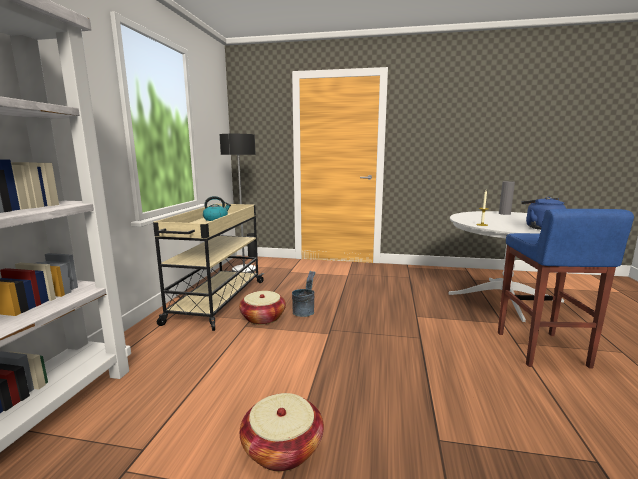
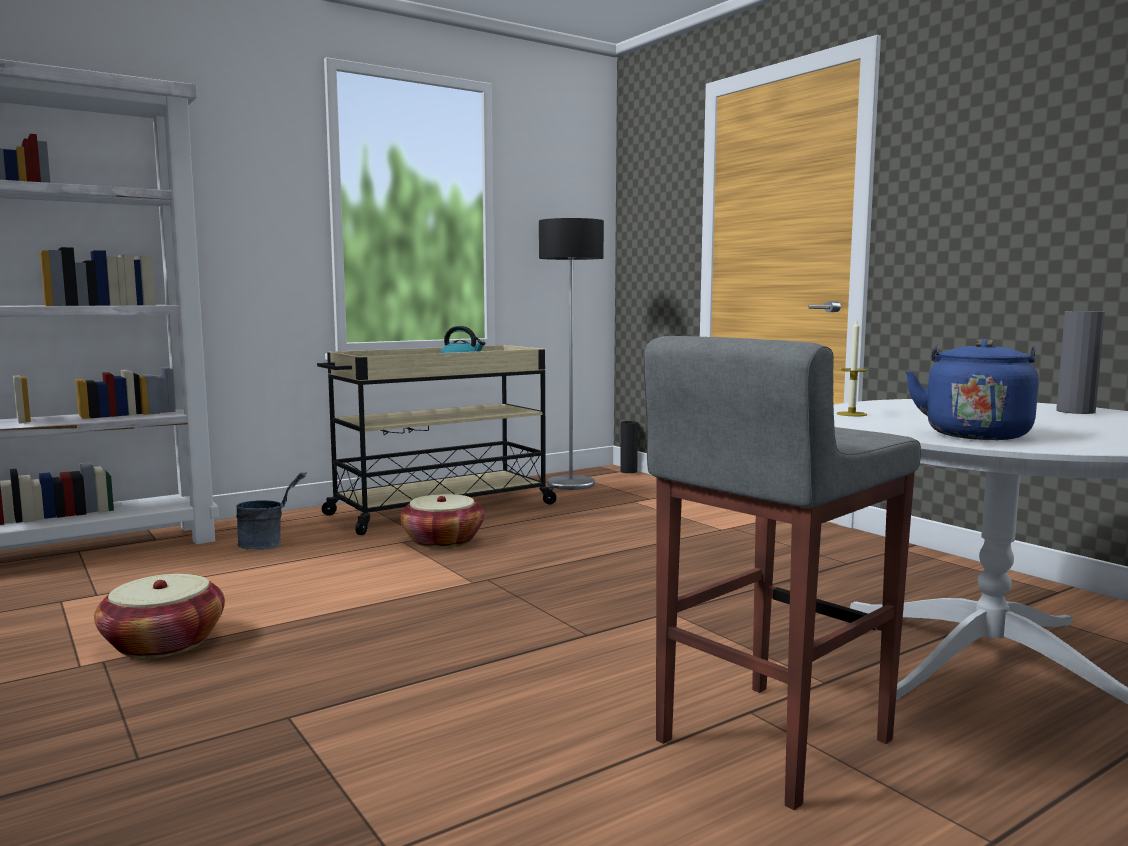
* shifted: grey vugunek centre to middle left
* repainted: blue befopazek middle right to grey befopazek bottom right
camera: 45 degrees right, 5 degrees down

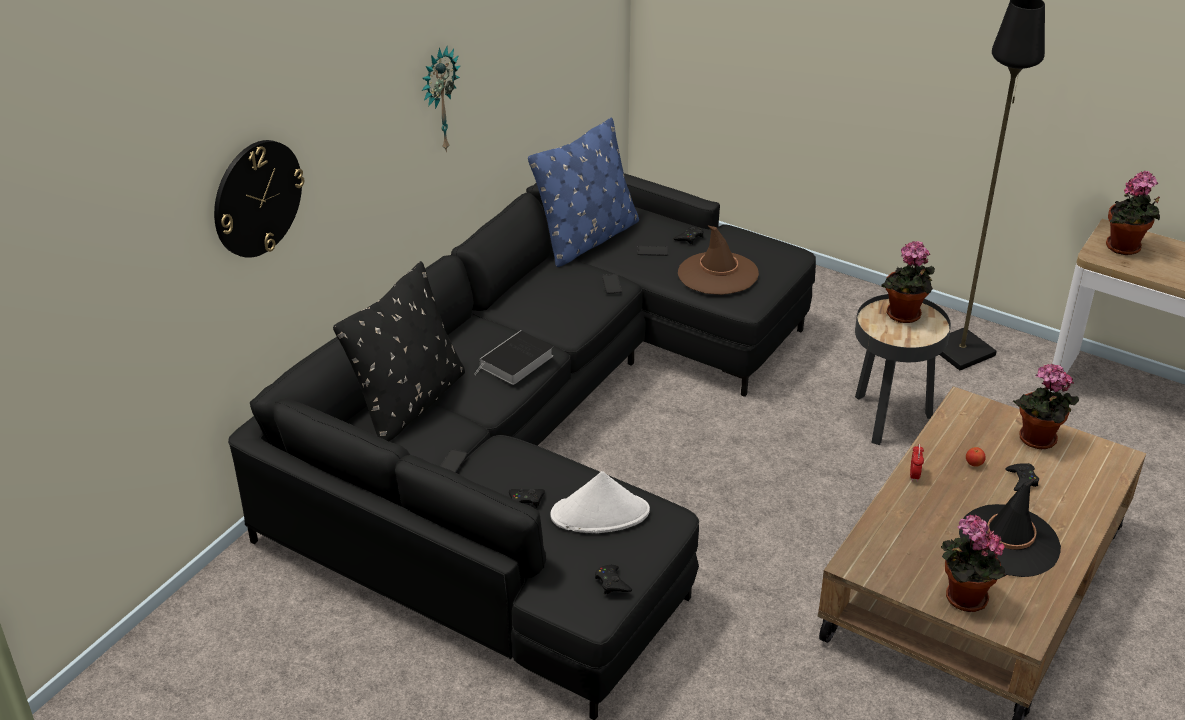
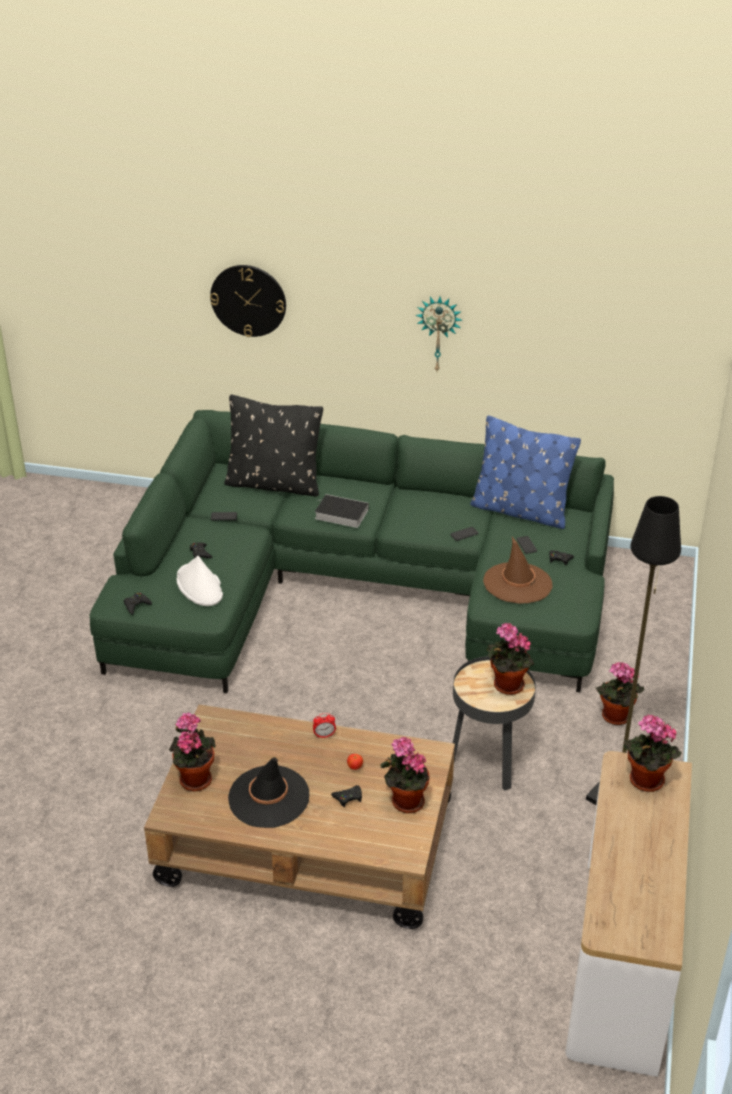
* repainted: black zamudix centre to green zamudix centre
* new: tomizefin (no. 4 from left) middle right
camera: 70 degrees right, 0 degrees up

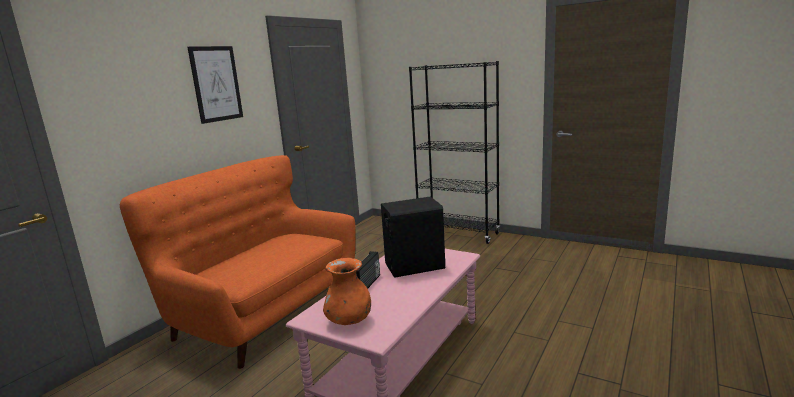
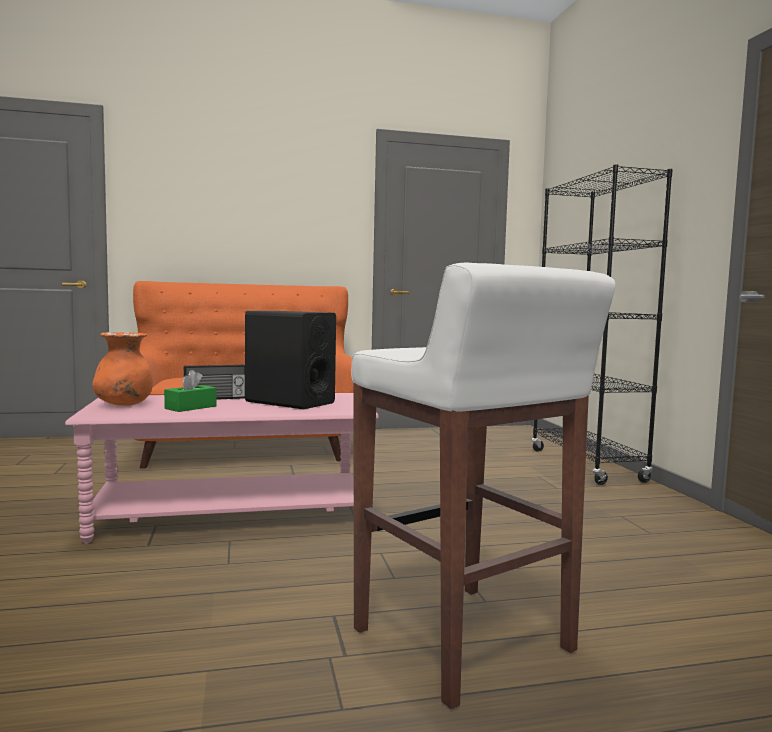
* gone: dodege top left
* new: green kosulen middle left
* new: white befopazek centre
camera: 45 degrees right, 10 degrees down

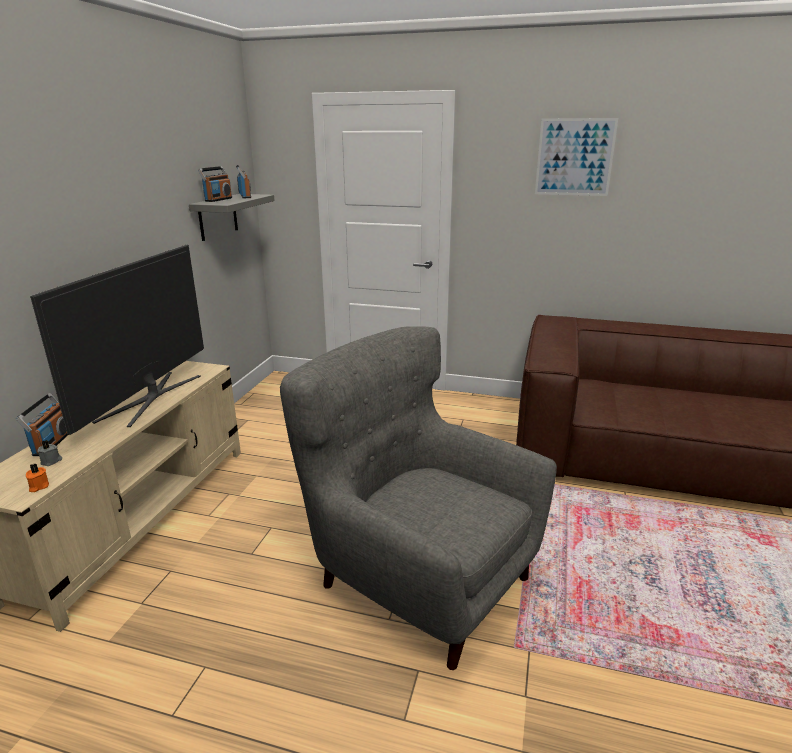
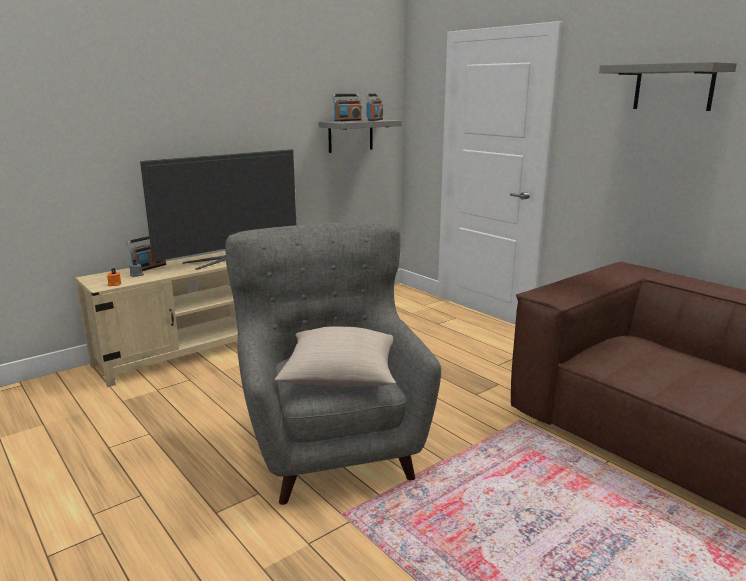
* swapped: dodege top right to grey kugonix (no. 2 from left) top right
* new: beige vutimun centre
camera: 35 degrees right, 5 degrees down

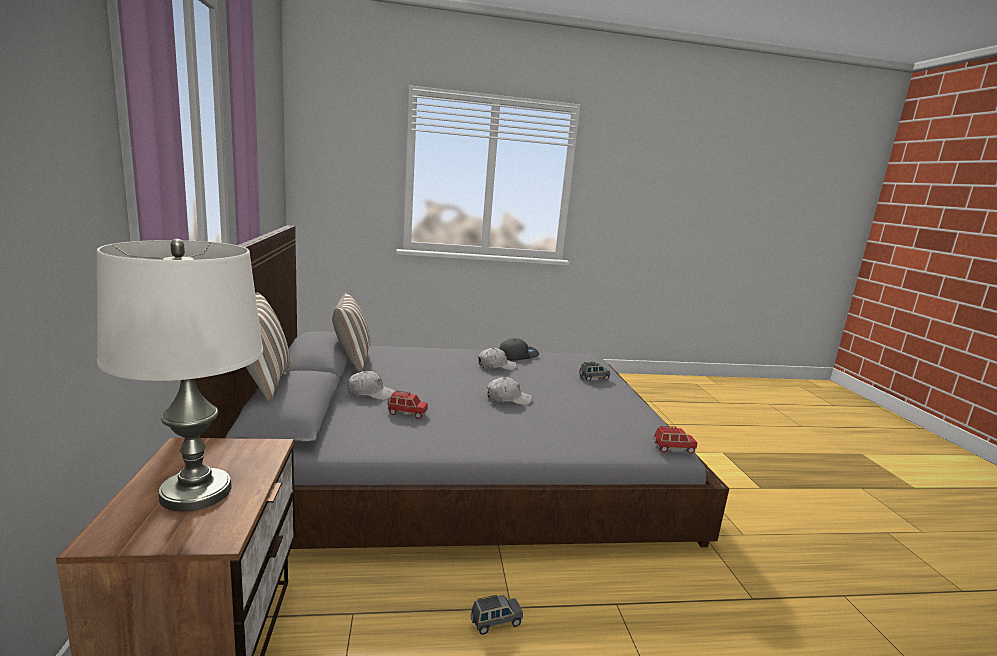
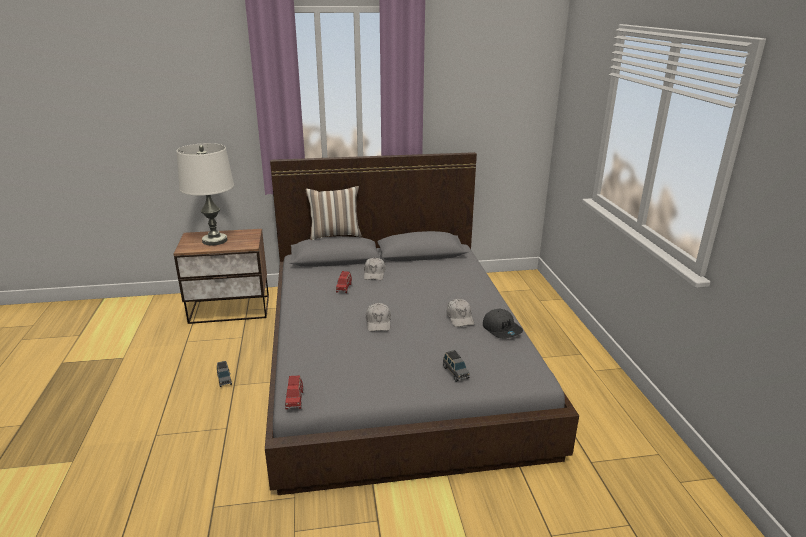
* gone: vutimun (no. 2 from left) centre
camera: 90 degrees right, 10 degrees up

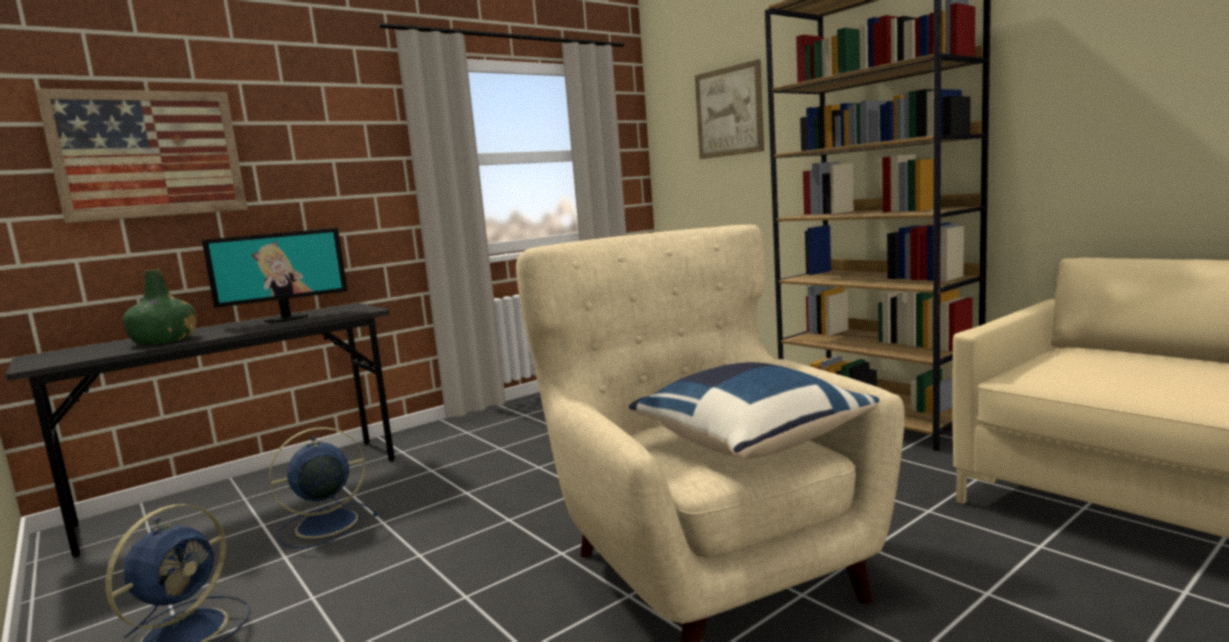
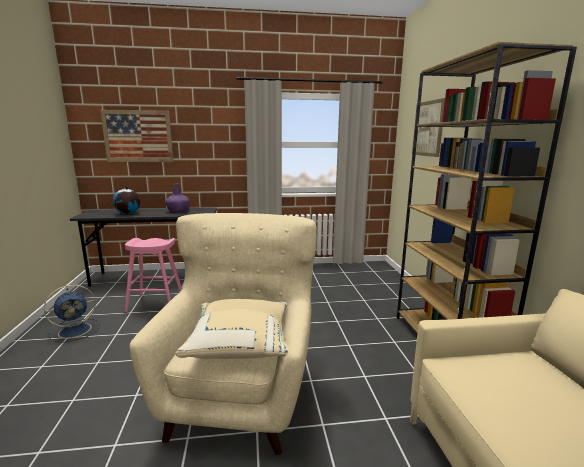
* swapped: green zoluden middle left to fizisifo middle left
* swapped: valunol middle left to purple zoluden middle left
* swapped: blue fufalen (no. 2 from left) bottom left to pink befopazek middle left
* repainted: blue vutimun centre to beige vutimun bottom centre
camera: 30 degrees right, 5 degrees up

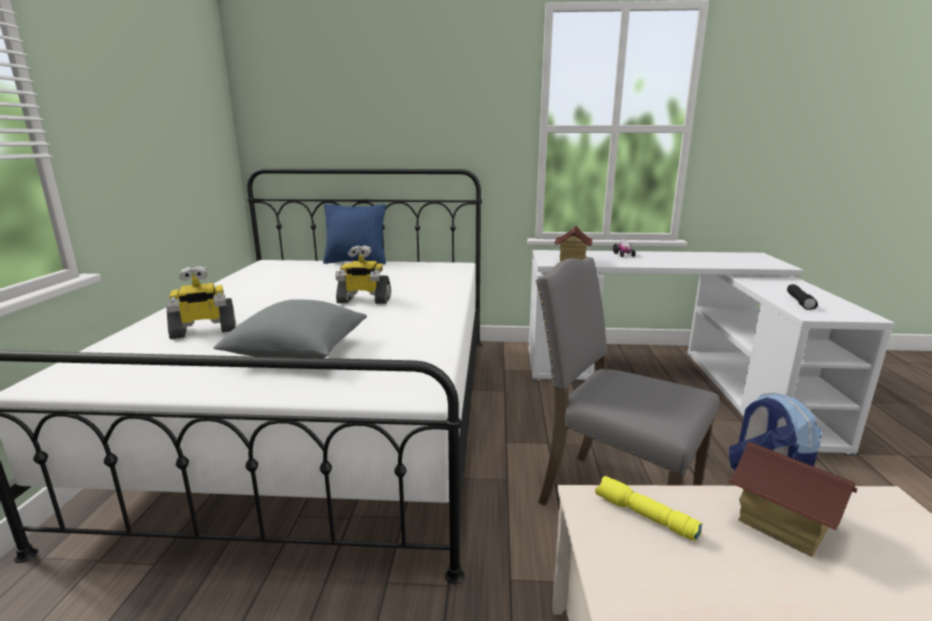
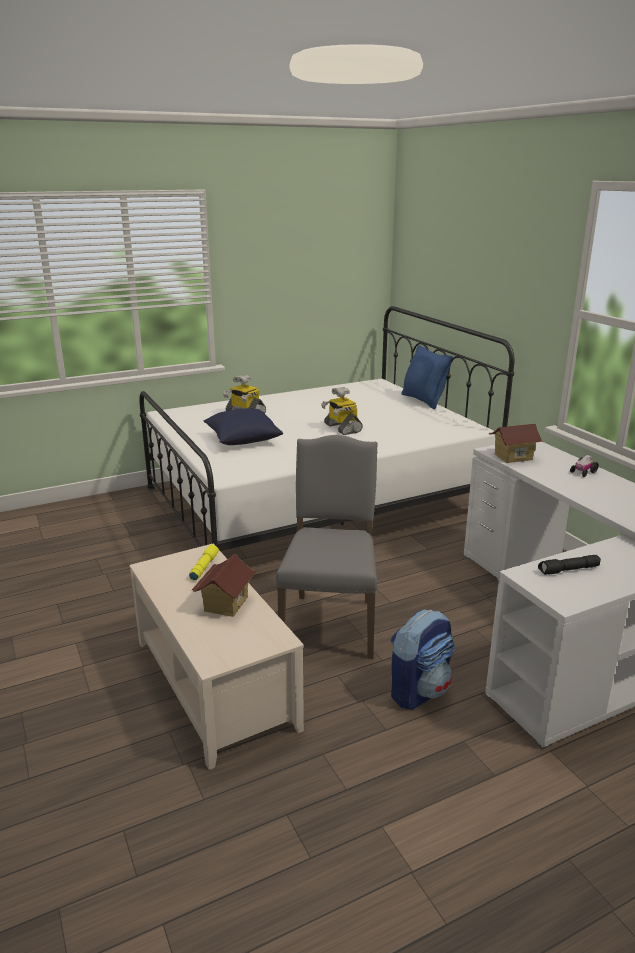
* repainted: grey vutimun middle left to blue vutimun (no. 1 from left) centre
camera: 60 degrees right, 5 degrees up

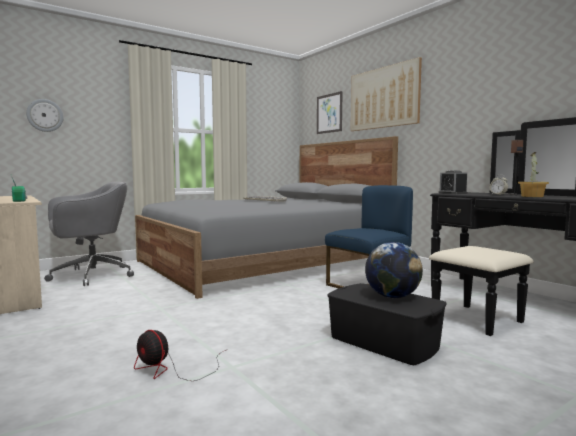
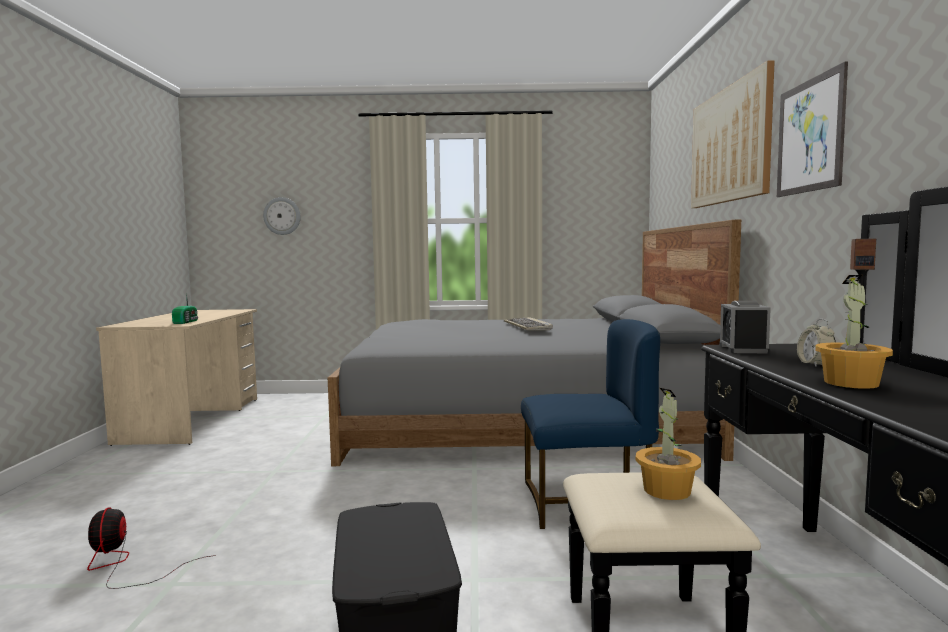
* gone: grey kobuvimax middle left
* shifted: dodege (no. 1 from left in the first image) top centre to dodege (no. 2 from left) top right
* gone: fizisifo middle right
* new: tomizefin (no. 1 from left) bottom right
camera: 35 degrees right, 0 degrees up

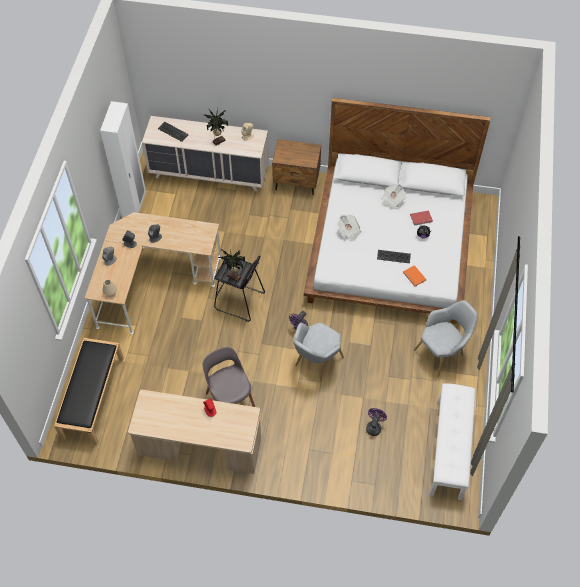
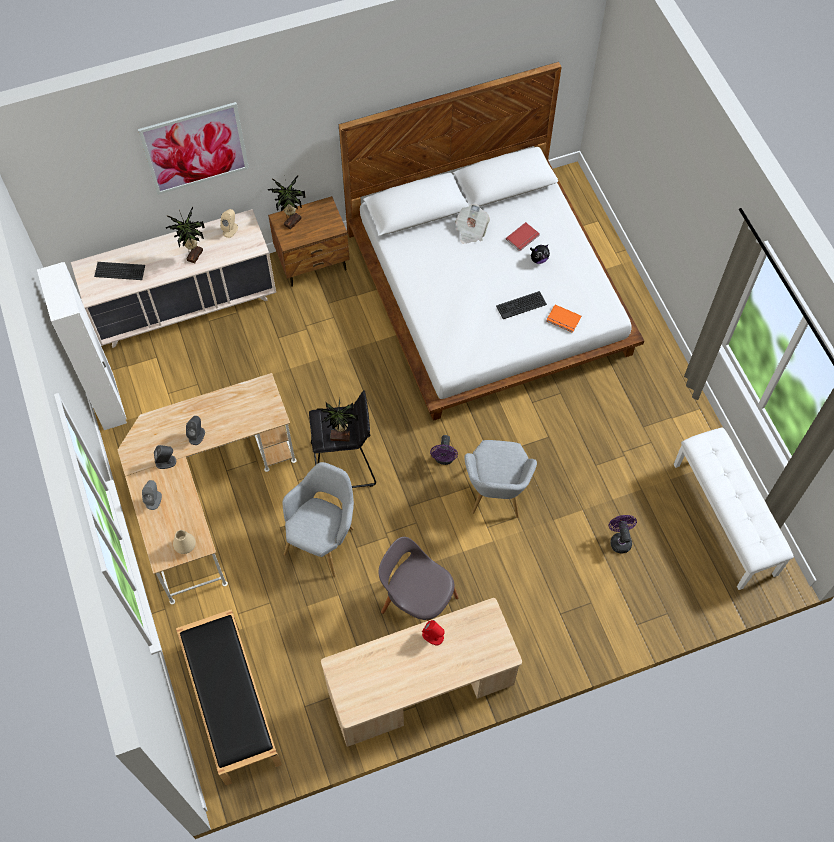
* gone: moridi (no. 1 from left) centre
* shifted: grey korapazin (no. 2 from left in the first image) middle right to grey korapazin (no. 1 from left) centre
* new: dodege top left
* new: tomizefin (no. 2 from left) top centre
camera: 30 degrees left, 5 degrees up

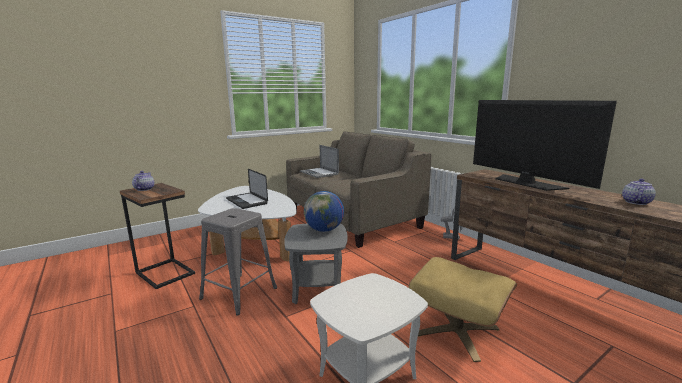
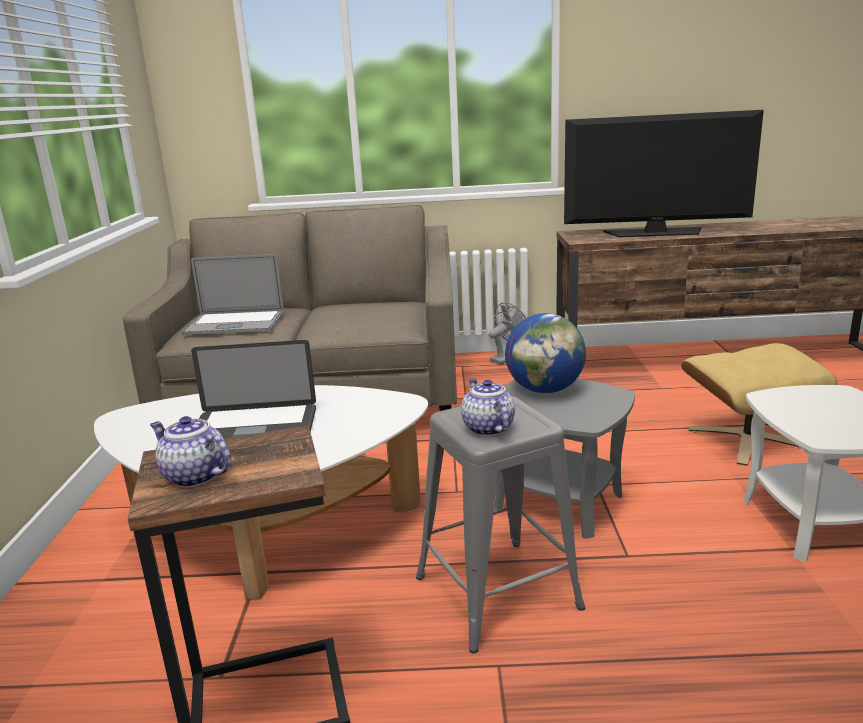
* shifted: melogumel (no. 2 from left) middle right to centre
camera: 55 degrees left, 5 degrees up

